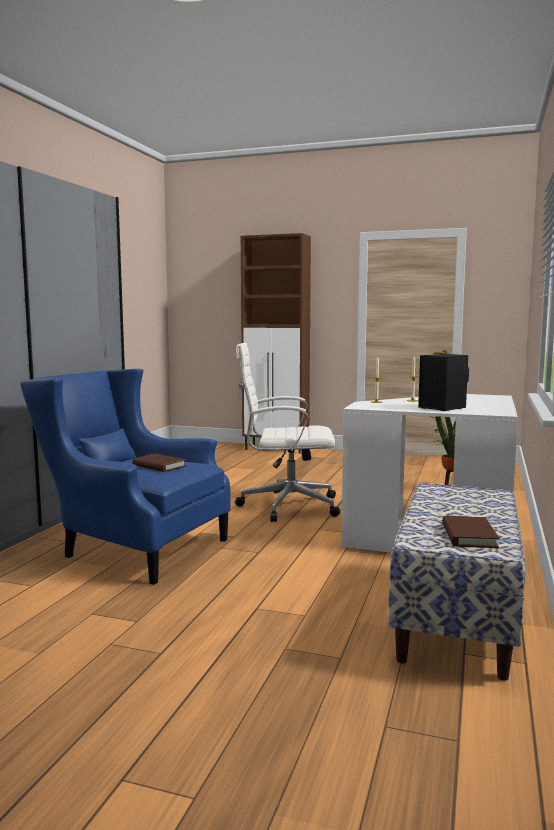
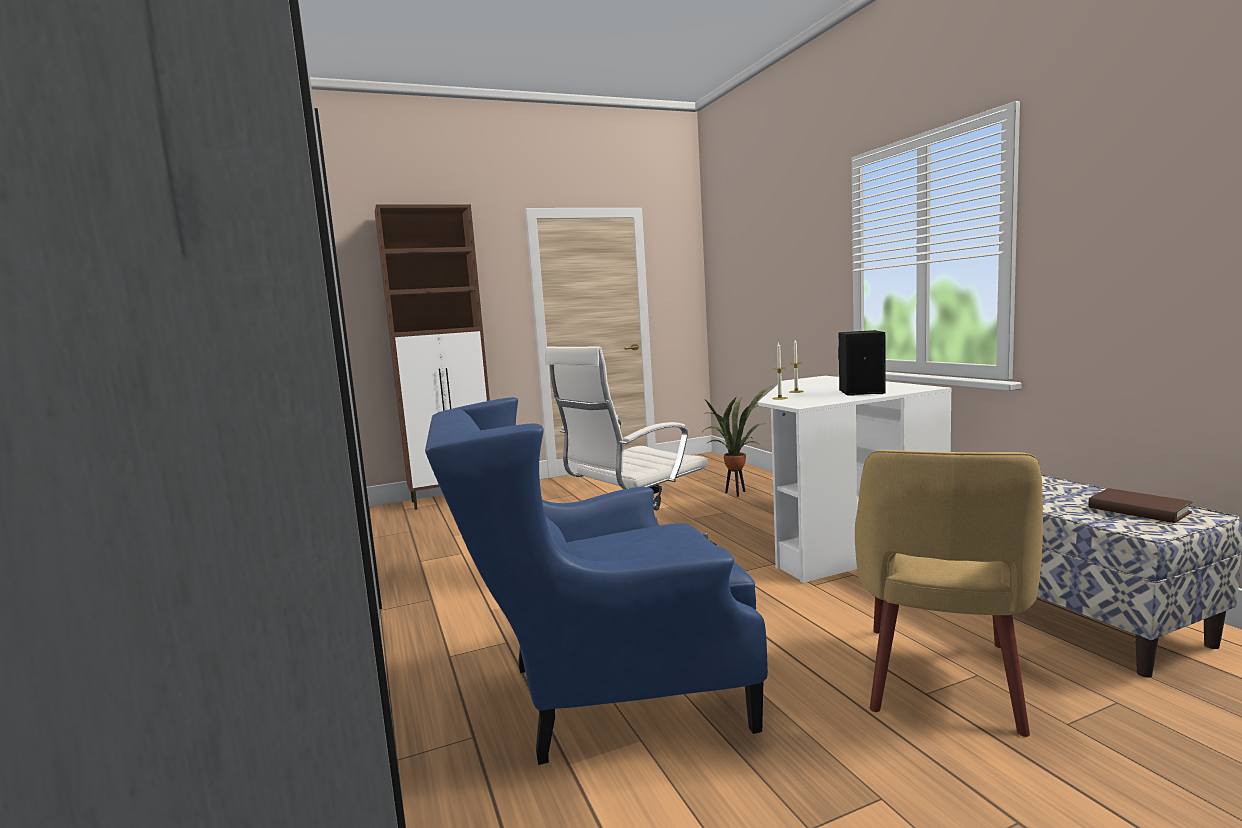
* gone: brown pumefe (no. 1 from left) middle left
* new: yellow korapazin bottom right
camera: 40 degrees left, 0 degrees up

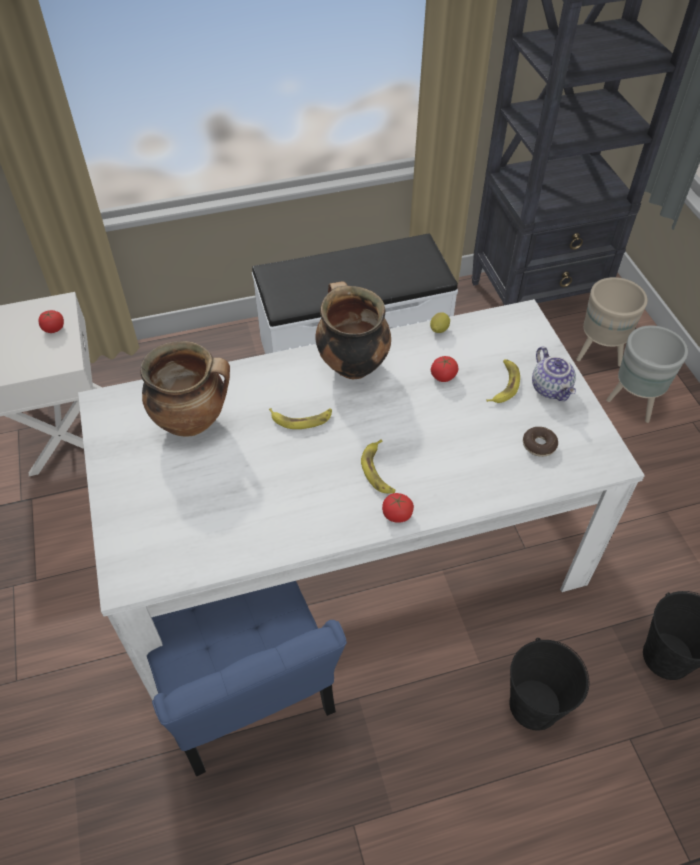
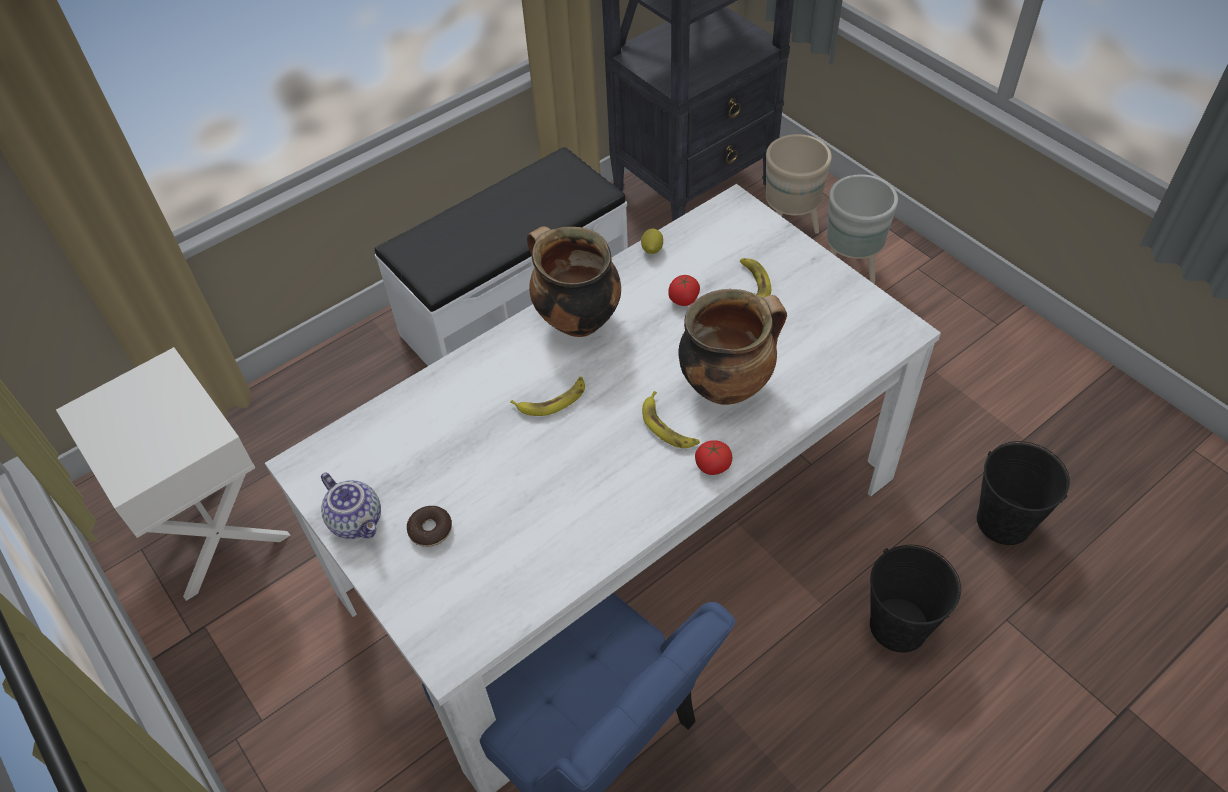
* gone: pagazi (no. 1 from left) middle left
* shifted: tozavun (no. 1 from left in the first image) middle left to tozavun (no. 2 from left) centre
* shifted: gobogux middle right to centre
* shifted: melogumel middle right to middle left
camera: 20 degrees left, 0 degrees up

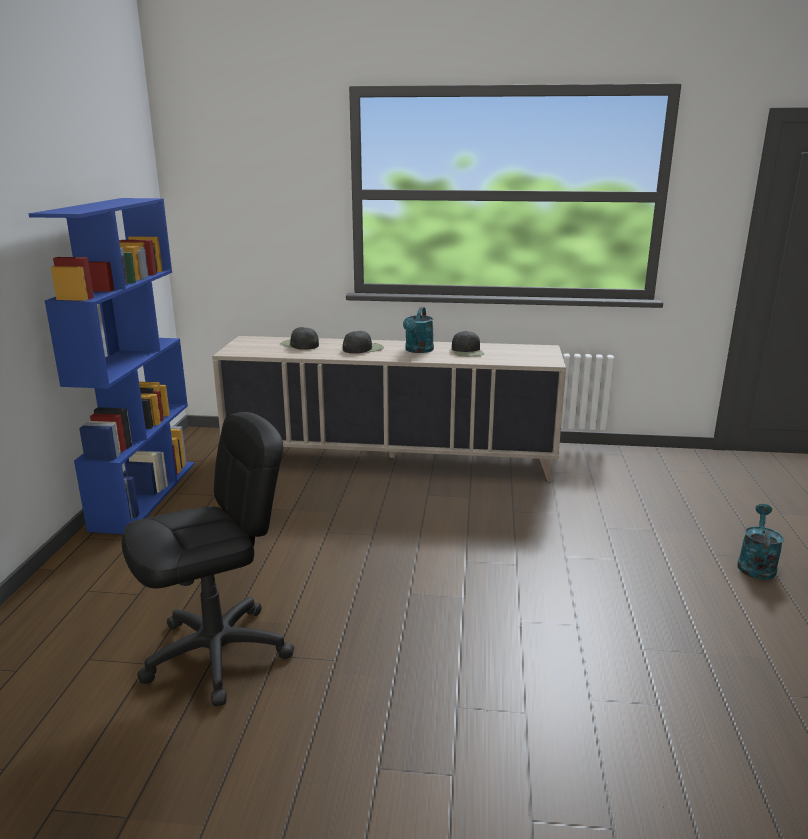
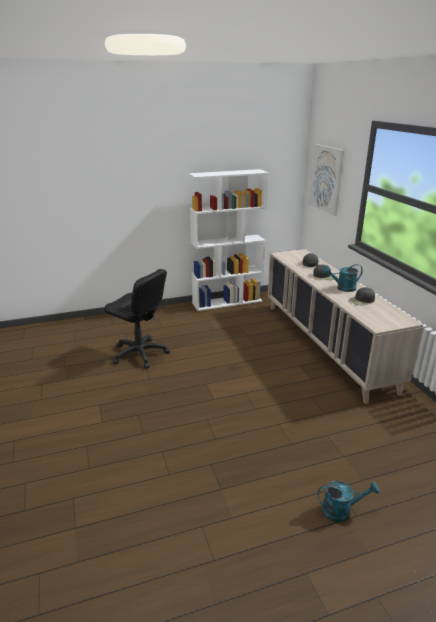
* repainted: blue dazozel middle left to white dazozel centre
* new: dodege top right
camera: 65 degrees right, 5 degrees up

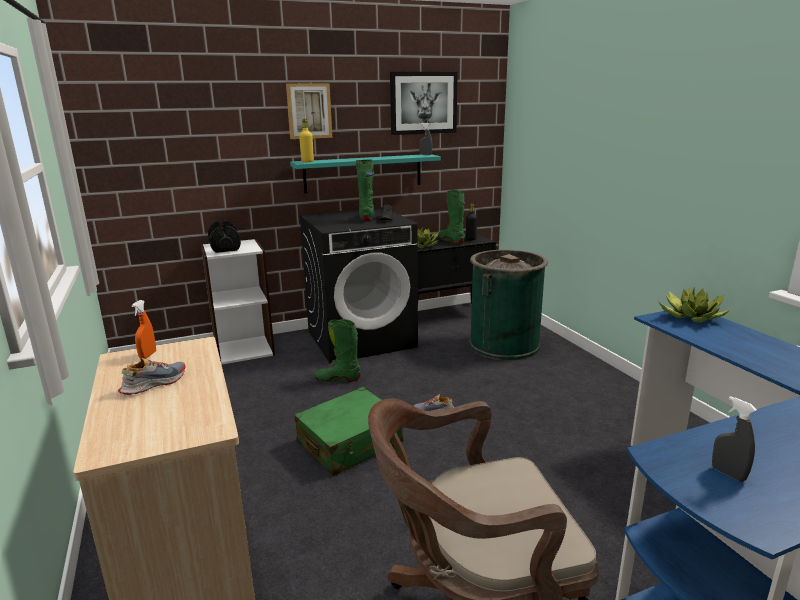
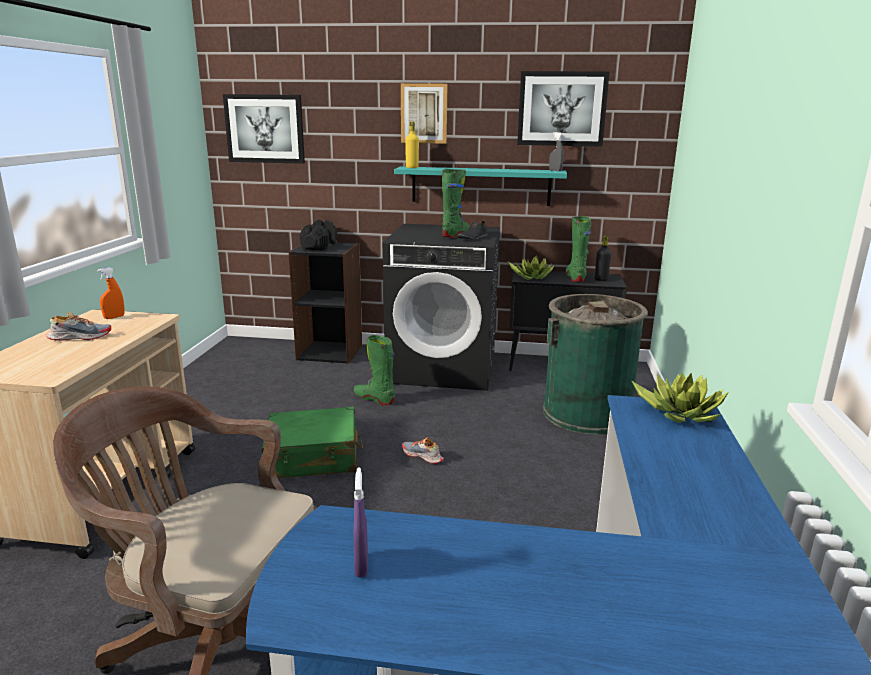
* repainted: white dazozel middle left to black dazozel centre
* repainted: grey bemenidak (no. 2 from left) bottom right to purple bemenidak bottom centre
* new: dodege (no. 1 from left) top left
camera: 30 degrees right, 0 degrees up

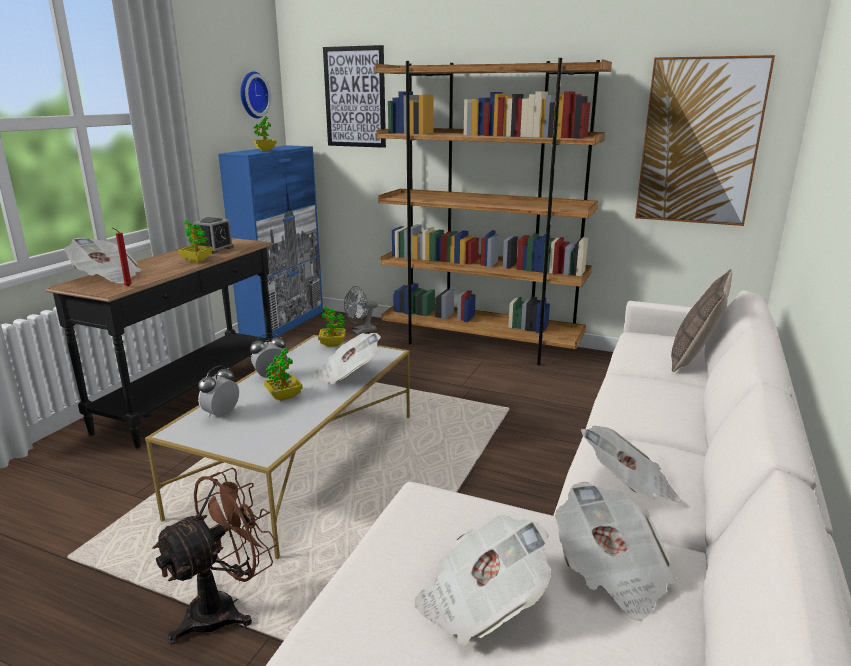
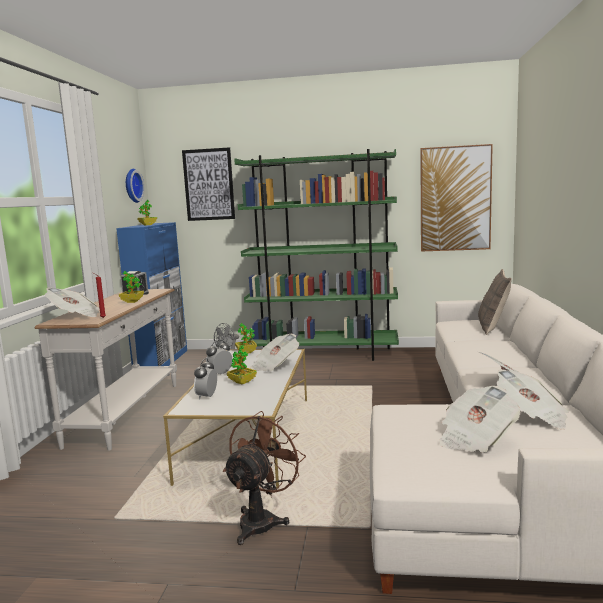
* repainted: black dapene middle left to white dapene middle left
* repainted: brown dazozel top centre to green dazozel centre
camera: 15 degrees left, 10 degrees down

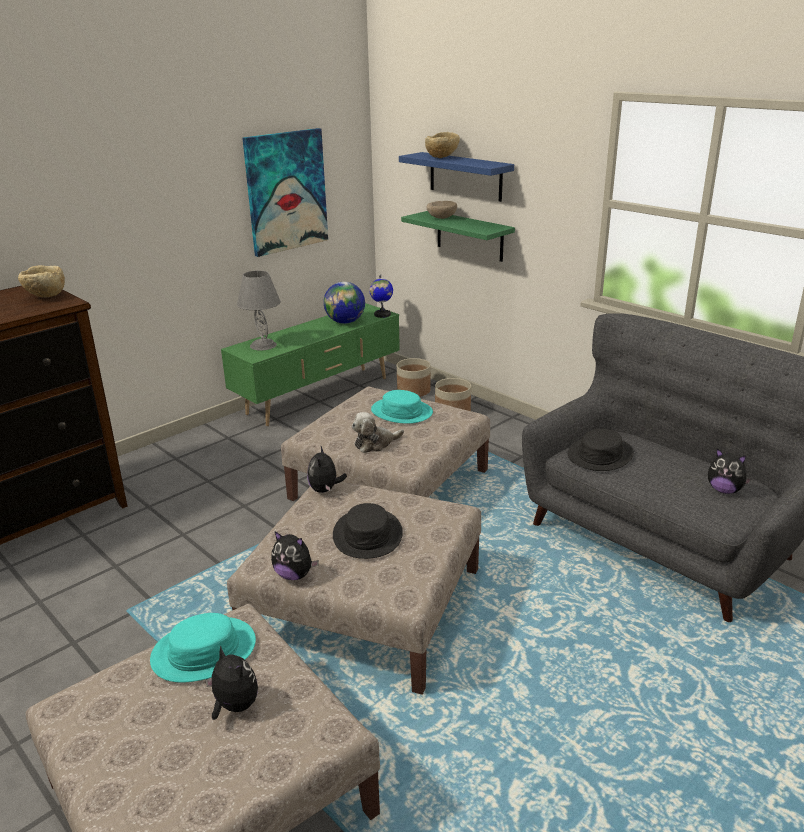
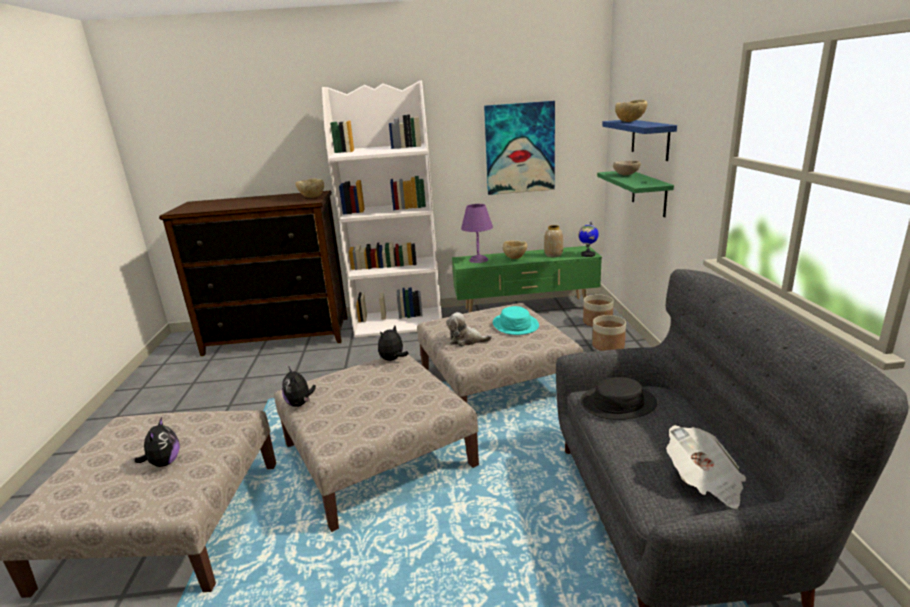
* gone: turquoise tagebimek (no. 1 from left) bottom left
* repainted: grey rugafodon middle left to purple rugafodon centre
* swapped: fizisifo (no. 1 from left) centre to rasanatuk centre
* gone: black tagebimek (no. 1 from left) centre
* swapped: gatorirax (no. 5 from left) middle right to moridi bottom right
* new: white dazozel centre
* new: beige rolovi (no. 2 from left) centre
camera: 40 degrees right, 5 degrees down

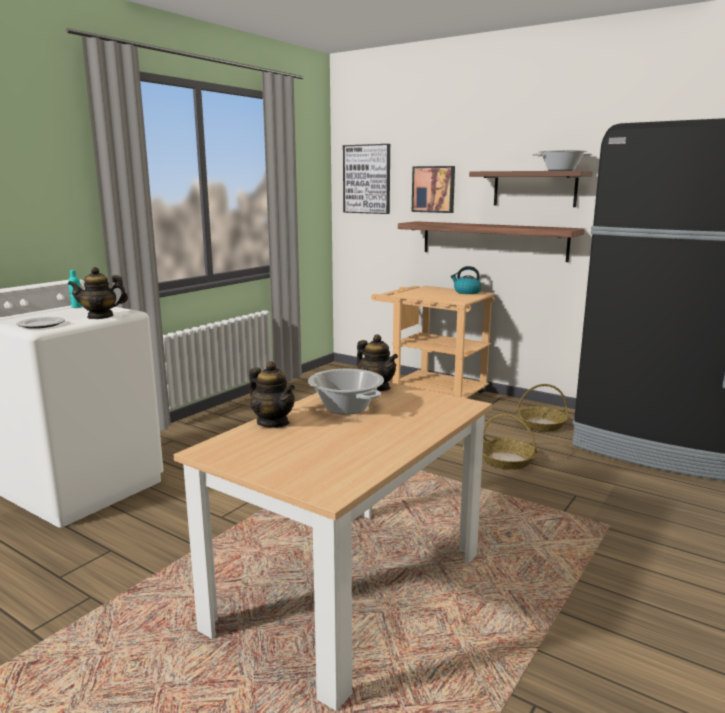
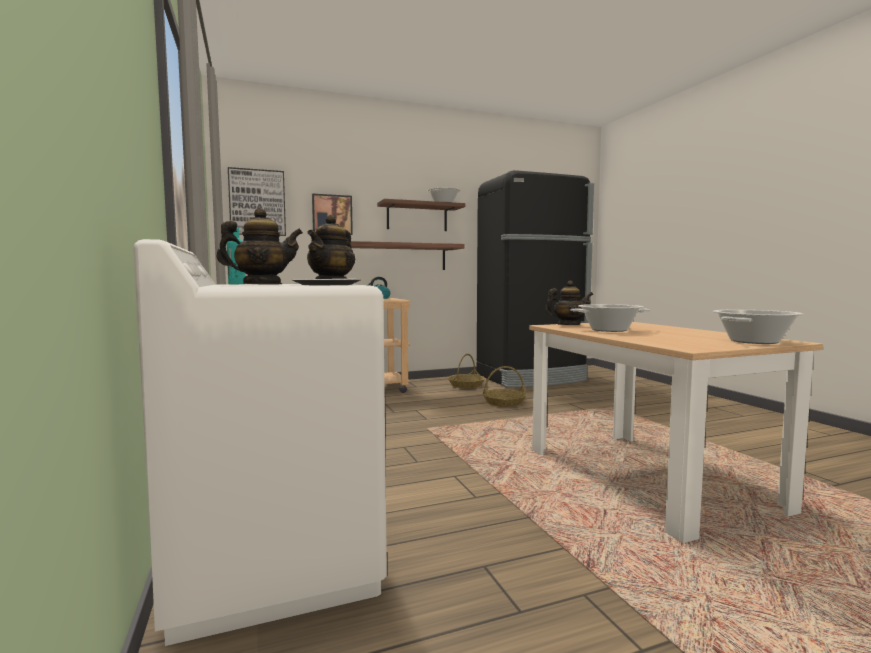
* shifted: melogumel (no. 2 from left in the first image) centre to melogumel (no. 1 from left) middle left
* new: tozavun (no. 3 from left) middle right
camera: 55 degrees left, 10 degrees down

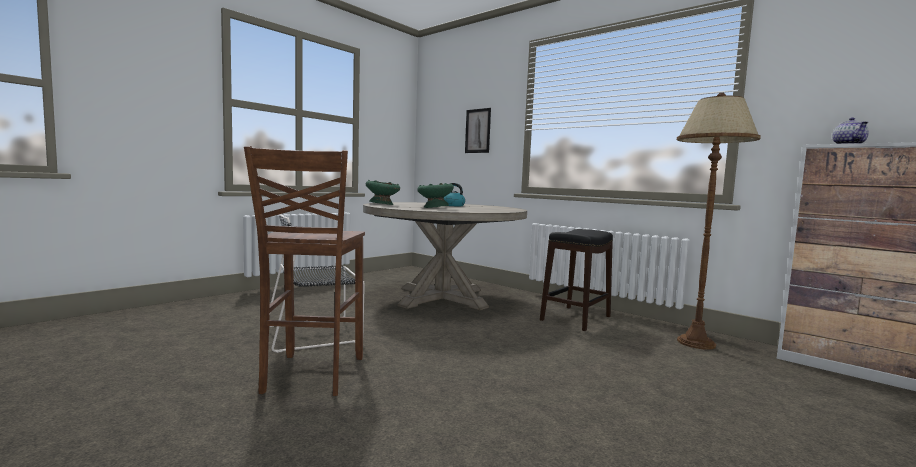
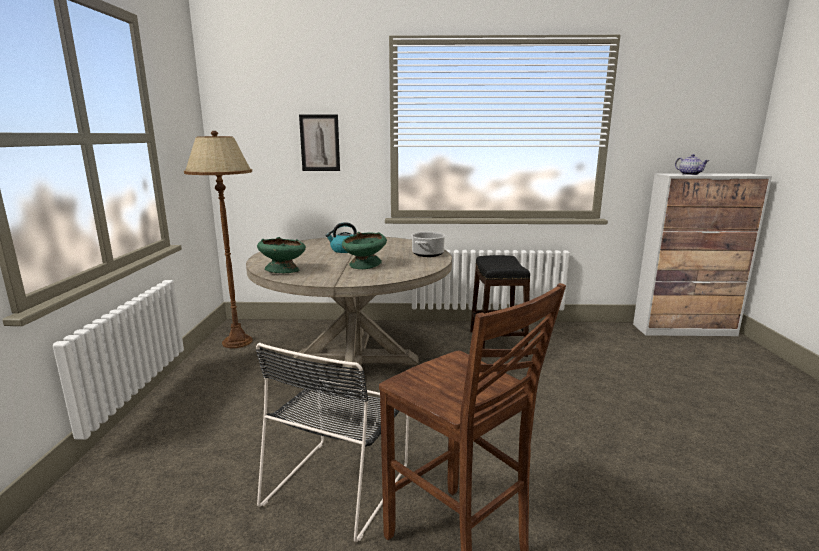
* shifted: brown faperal middle right to middle left
* new: tozavun centre
camera: 40 degrees left, 10 degrees up

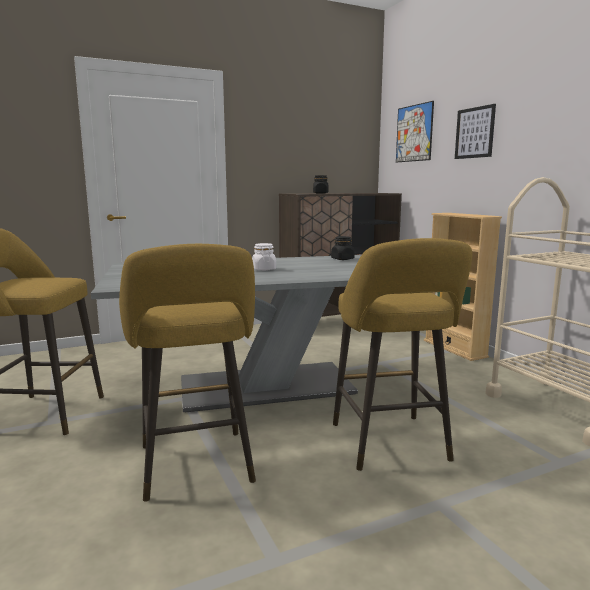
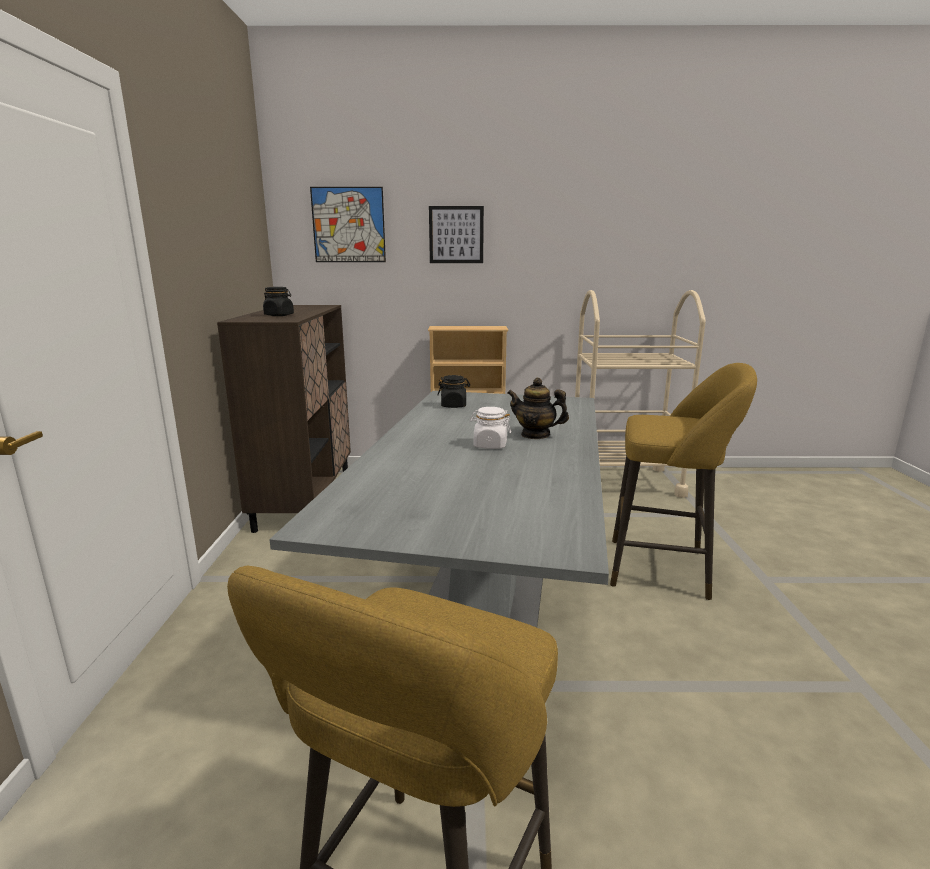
* gone: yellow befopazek (no. 2 from left) middle left
* new: melogumel centre
camera: 65 degrees left, 5 degrees up

